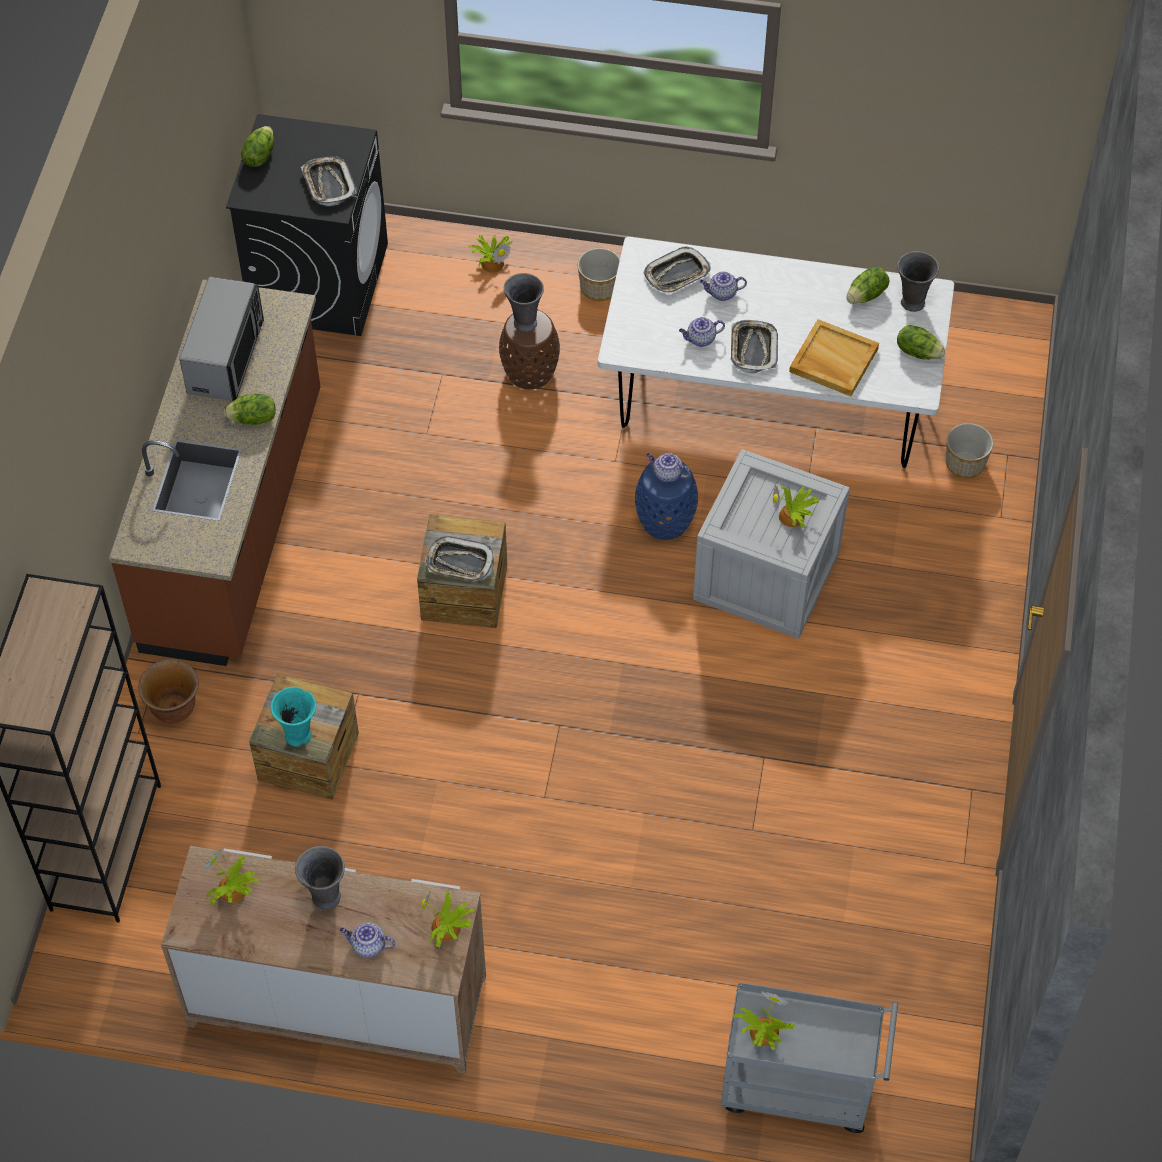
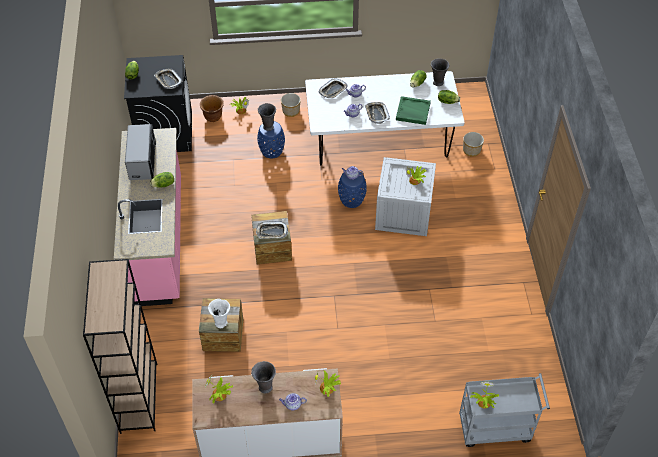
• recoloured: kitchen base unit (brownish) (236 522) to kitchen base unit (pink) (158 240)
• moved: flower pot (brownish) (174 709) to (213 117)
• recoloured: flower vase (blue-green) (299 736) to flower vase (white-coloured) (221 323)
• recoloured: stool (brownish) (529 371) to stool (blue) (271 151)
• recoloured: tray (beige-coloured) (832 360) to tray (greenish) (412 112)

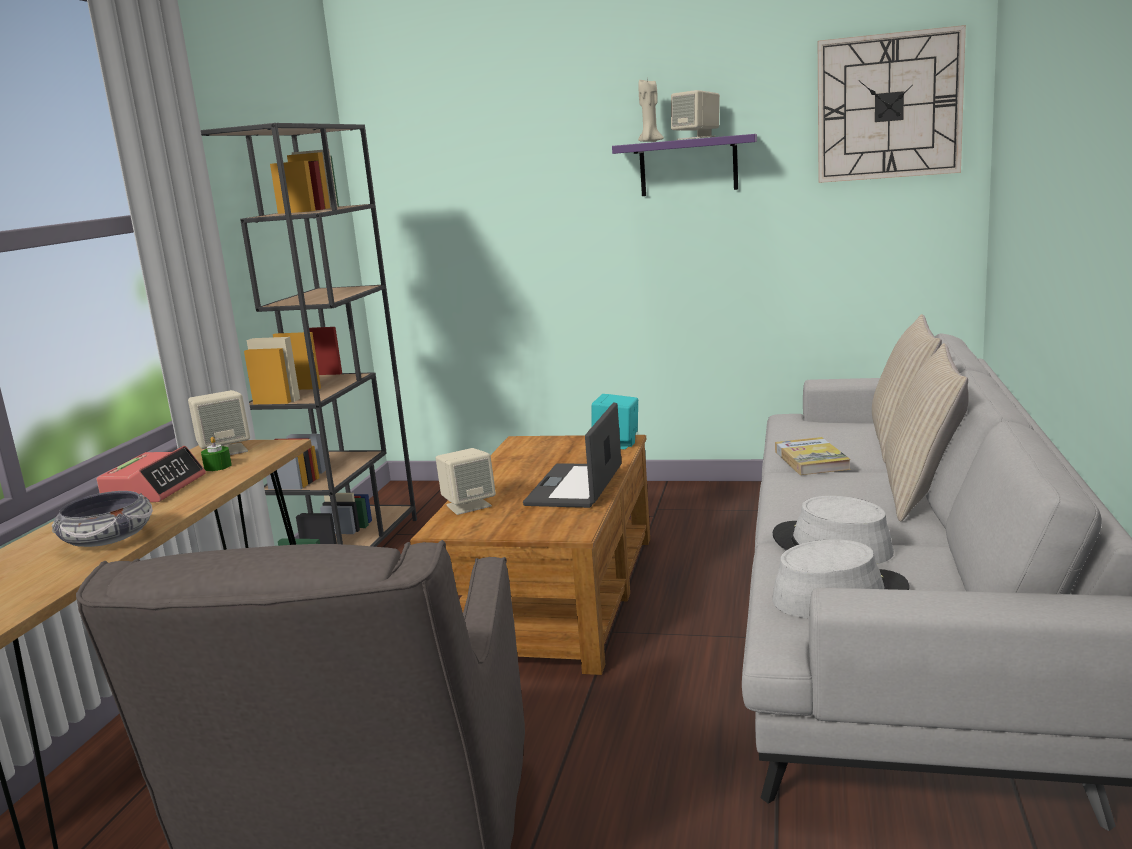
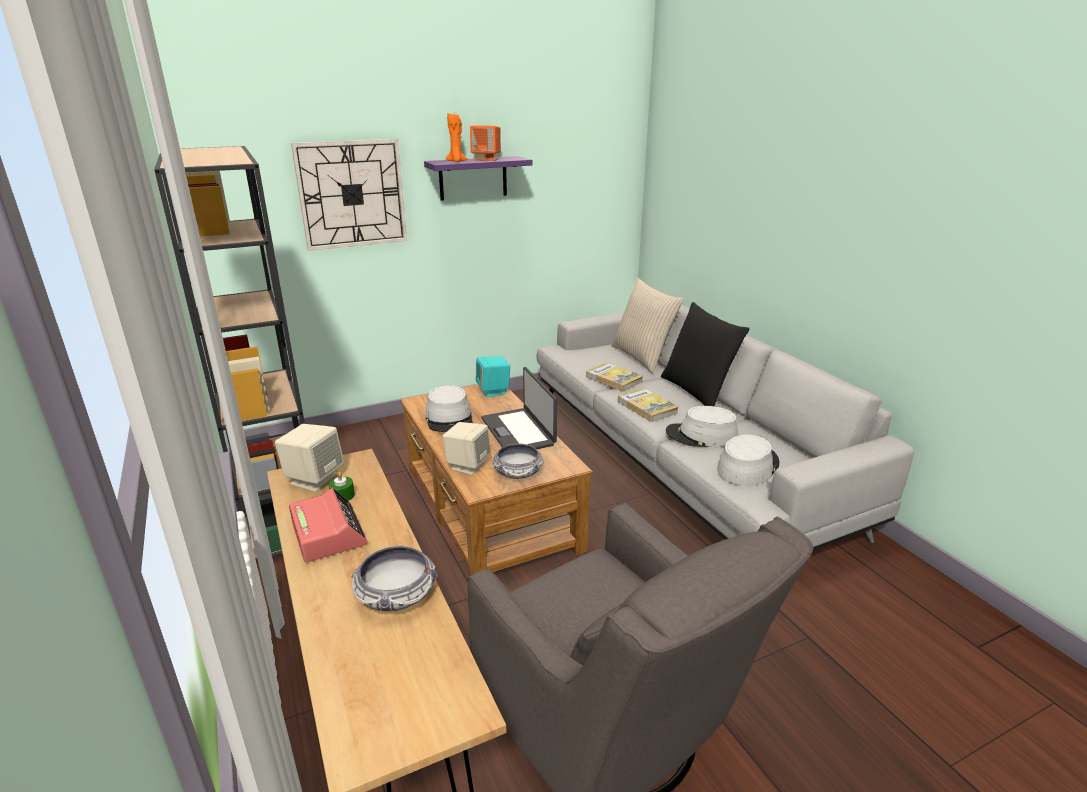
• recoloured: wax light (beige-coloured) (650 142) to wax light (orangey) (456 161)
• recoloured: speaker (beige-coloured) (696 138) to speaker (orangey) (486 159)
• moved: clock on the wall (888 107) to (352 194)
• recoloured: pillow (beige-coloured) (921 494) to pillow (black) (697 391)
• added: wearable hat (grey) (449 418)
• added: bowl (518 472)
• added: book (647 407)

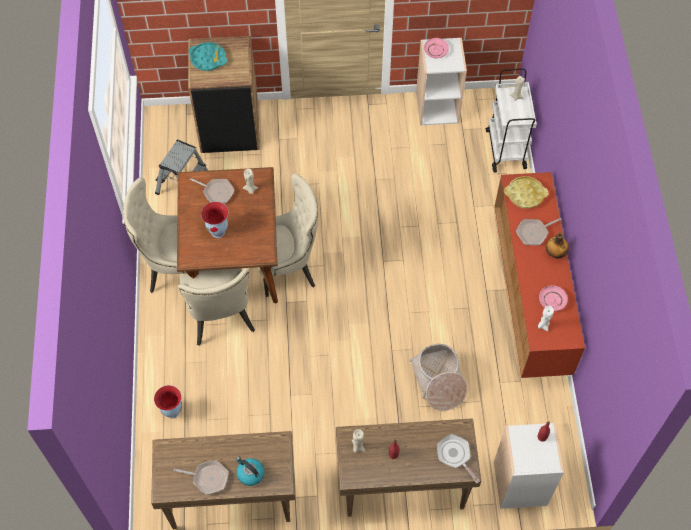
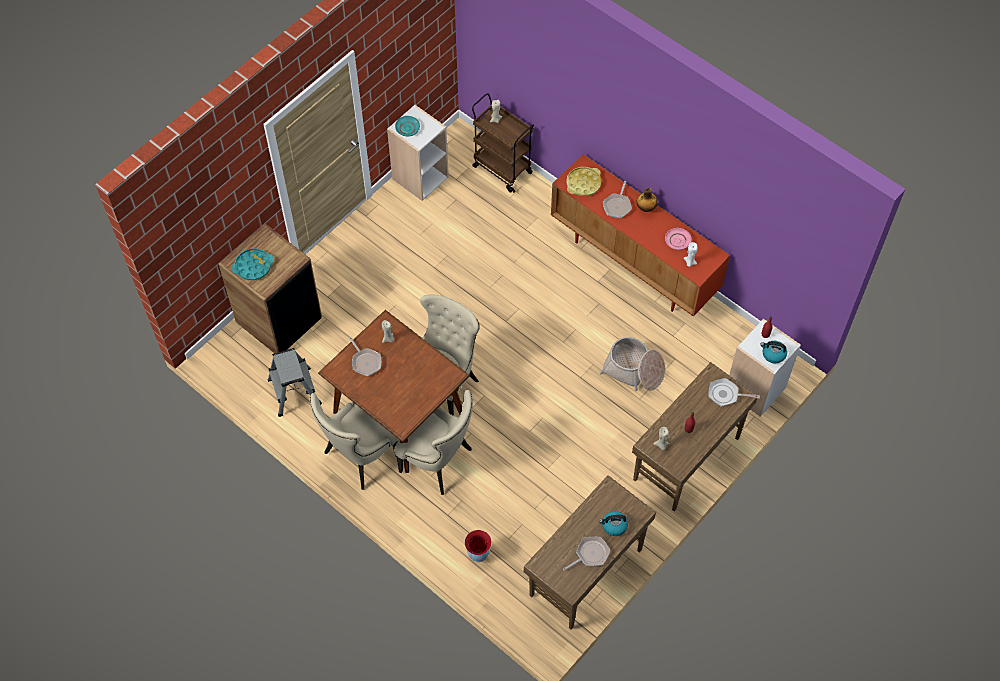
• turned: pan (216 192) = (365 362) 75 degrees clockwise
• removed: flower vase (218 232)
• recoloured: flat dish (pink) (436 50) to flat dish (blue-green) (407 128)
• recoloured: wheeled cart (white-coloured) (505 149) to wheeled cart (brownish) (502 170)
• added: tea kettle (773 354)

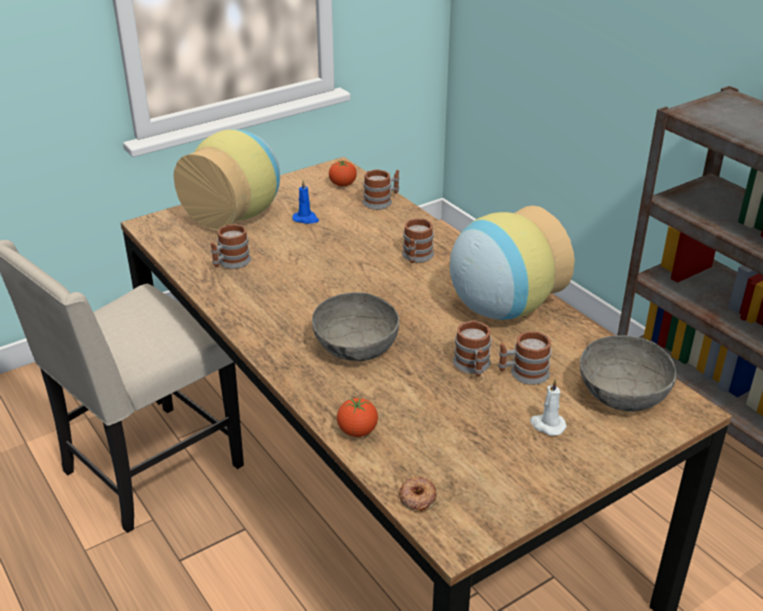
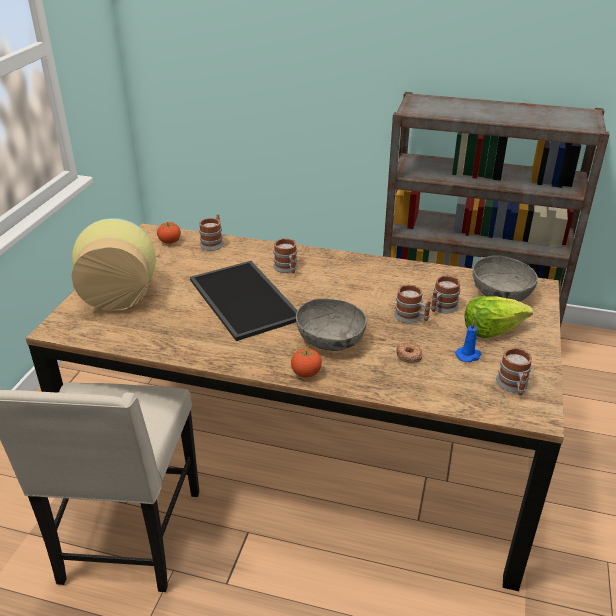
• moved: mug (230 263) to (513 386)
• moved: wax light (blue) (306 219) to (468 355)
• moved: fresh tomato (357 431) to (306 373)
• moved: donut (417 497) to (408 355)
• removed: flower vase (500 308)
• replaced: wax light (white-coloured) (547 425) to lettuce head (492 329)
• added: tray (246 299)

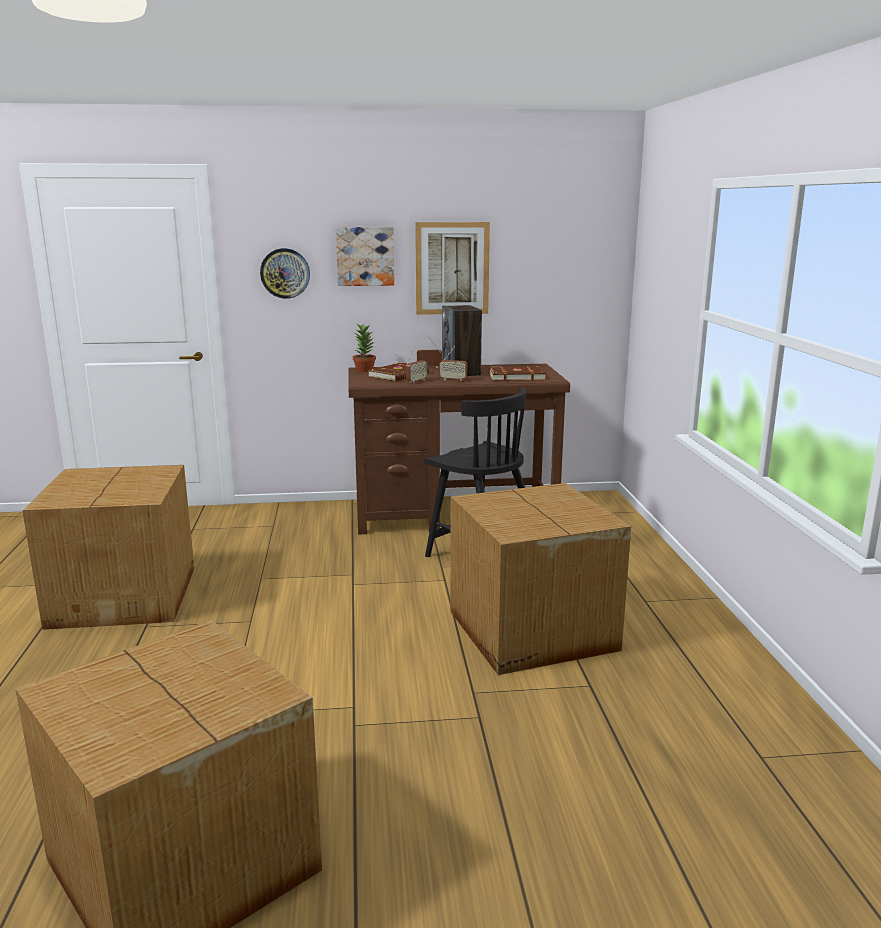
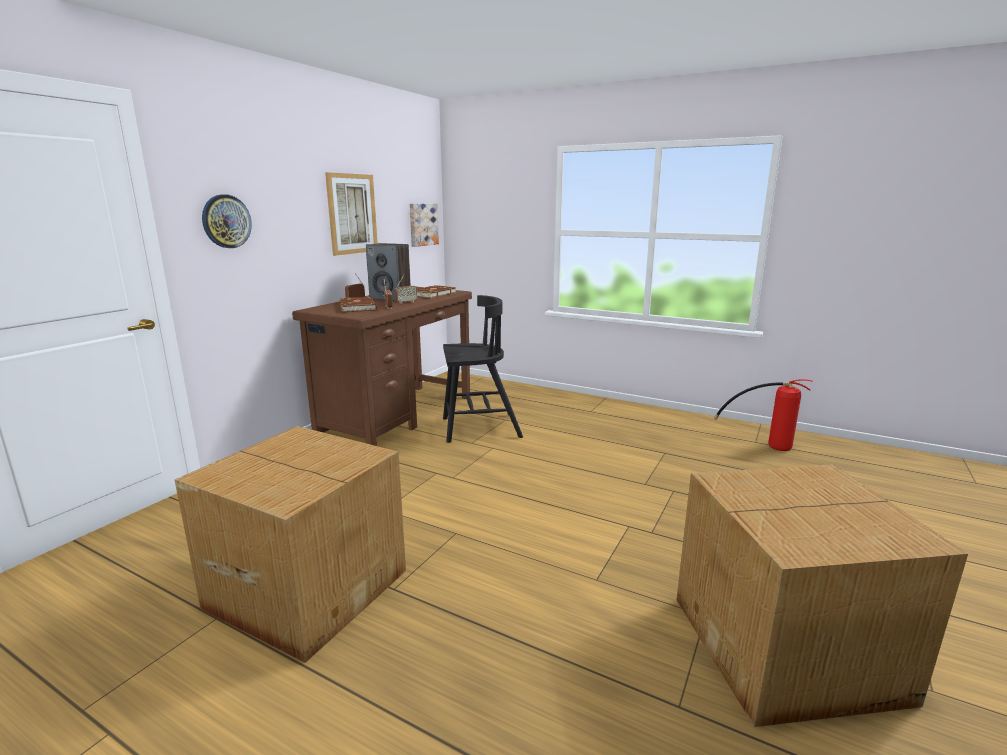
• moved: wall picture (365 256) to (422 224)
• removed: plant in a pot (364 370)
• removed: cardboard box (530 631)
• added: extinguisher (765 445)

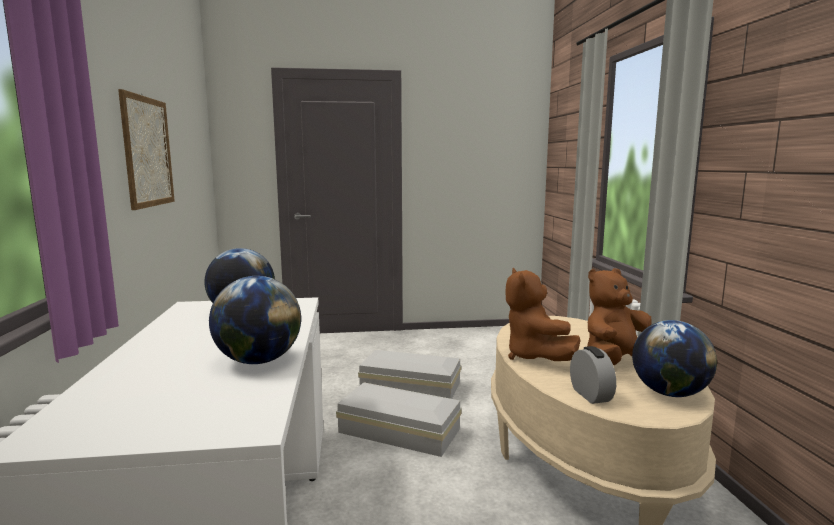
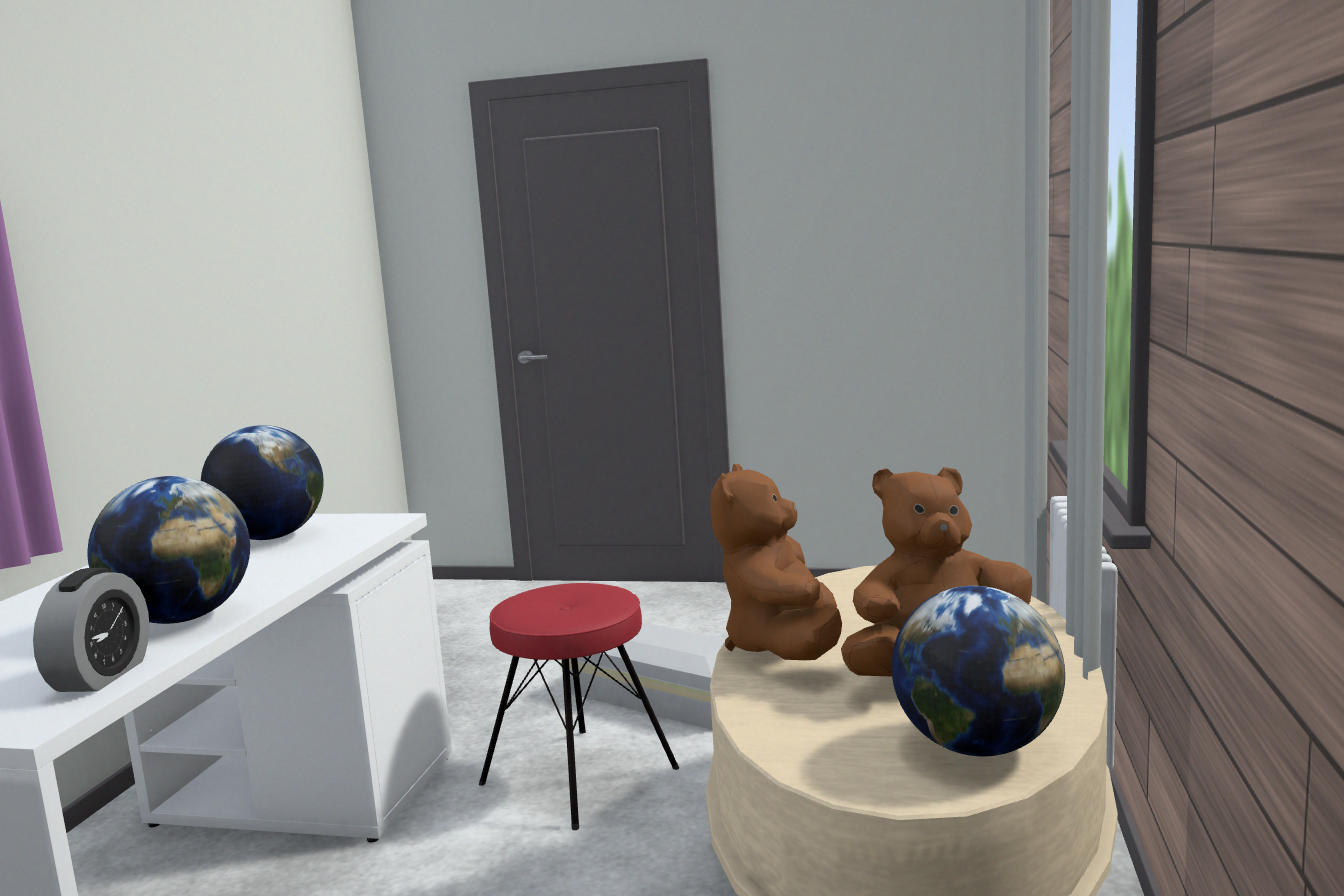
• removed: wall picture (147 150)
• replaced: storage container (white-coloured) (400 432) to stool (reddish) (579 776)
• moved: bedside clock (590 395) to (101 676)

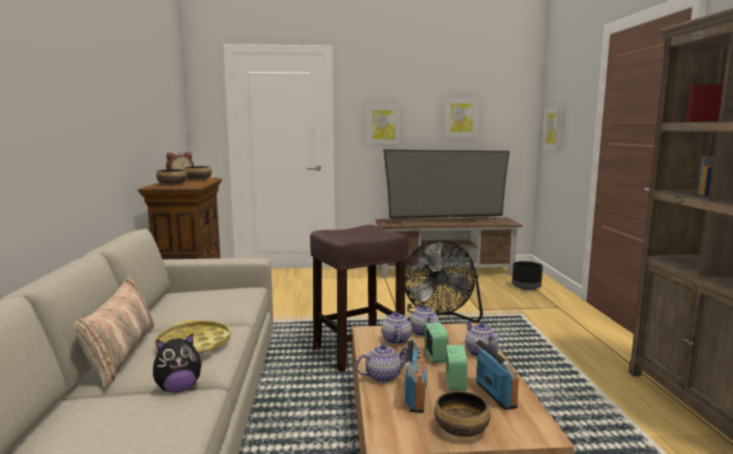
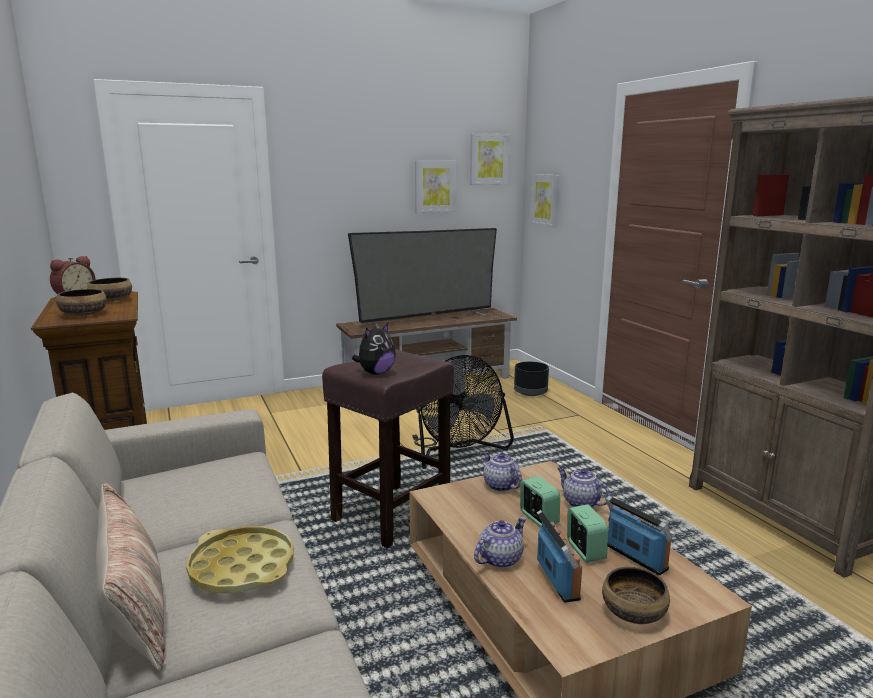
• moved: cuddly toy (178 388) to (376 373)
• moved: wall picture (383 124) to (489 159)
• removed: tea pot (395 340)

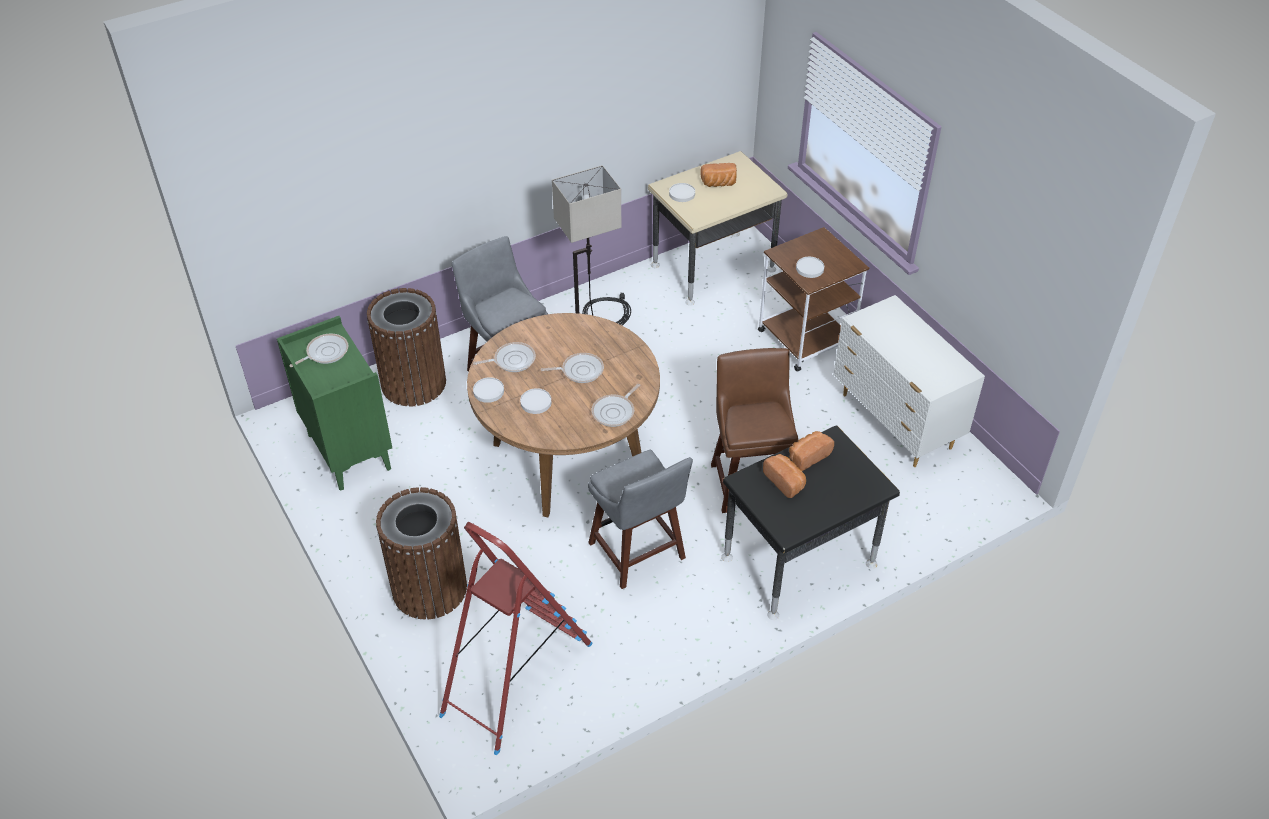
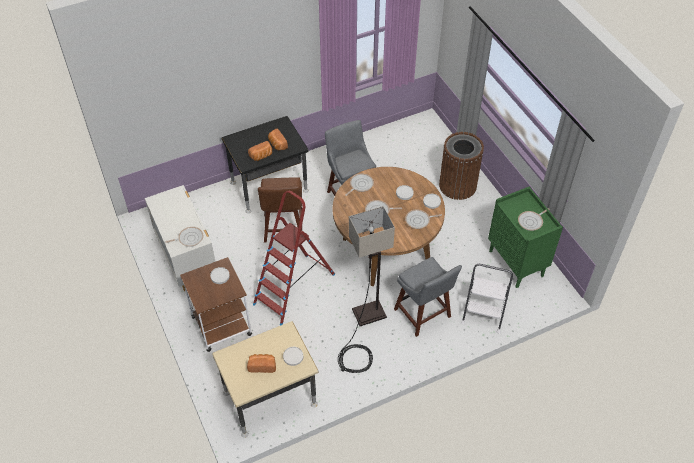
• replaced: trash can (brownish) (413 383) to step ladder (white-coloured) (485 309)
• moved: step ladder (reddish) (517 678) to (294 289)
• added: pan (189 238)

